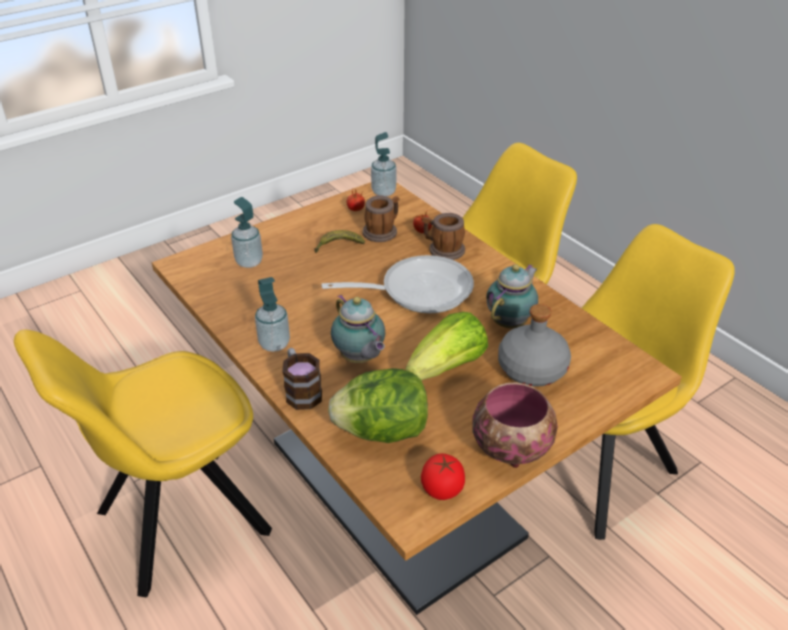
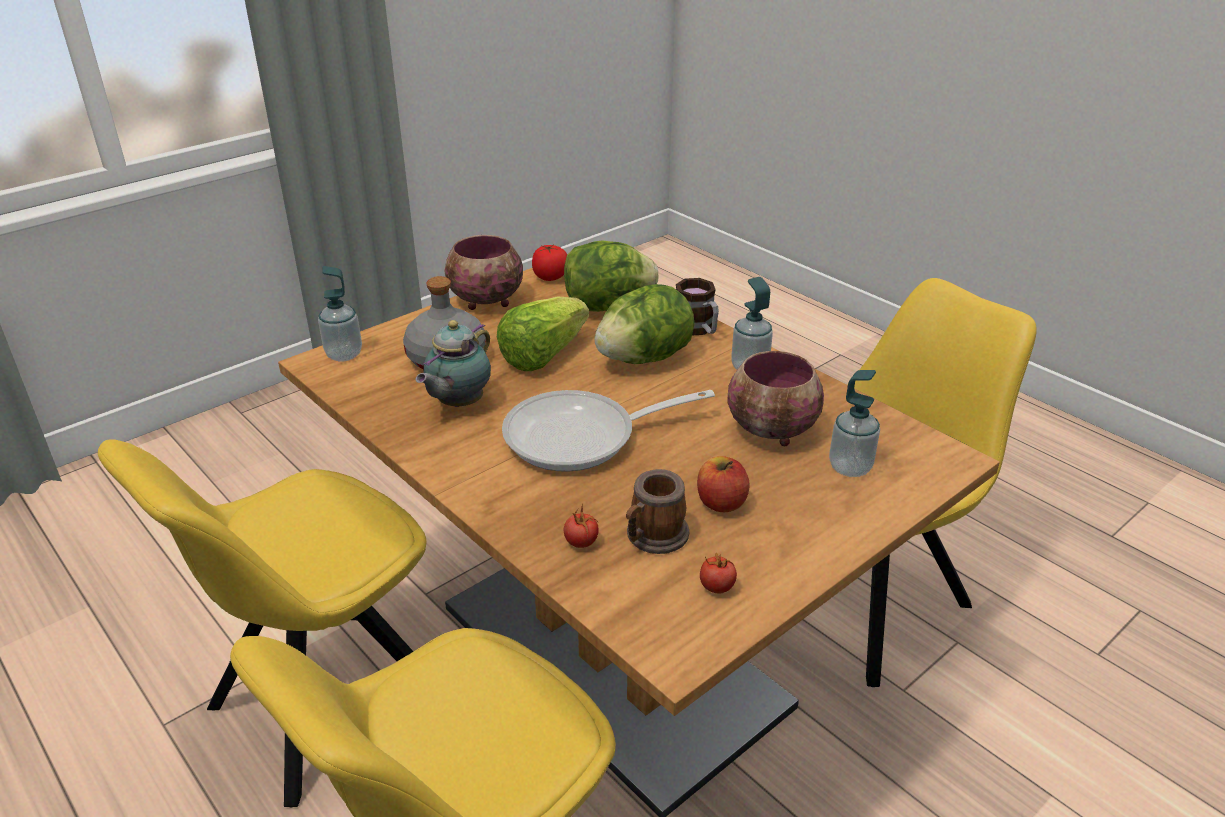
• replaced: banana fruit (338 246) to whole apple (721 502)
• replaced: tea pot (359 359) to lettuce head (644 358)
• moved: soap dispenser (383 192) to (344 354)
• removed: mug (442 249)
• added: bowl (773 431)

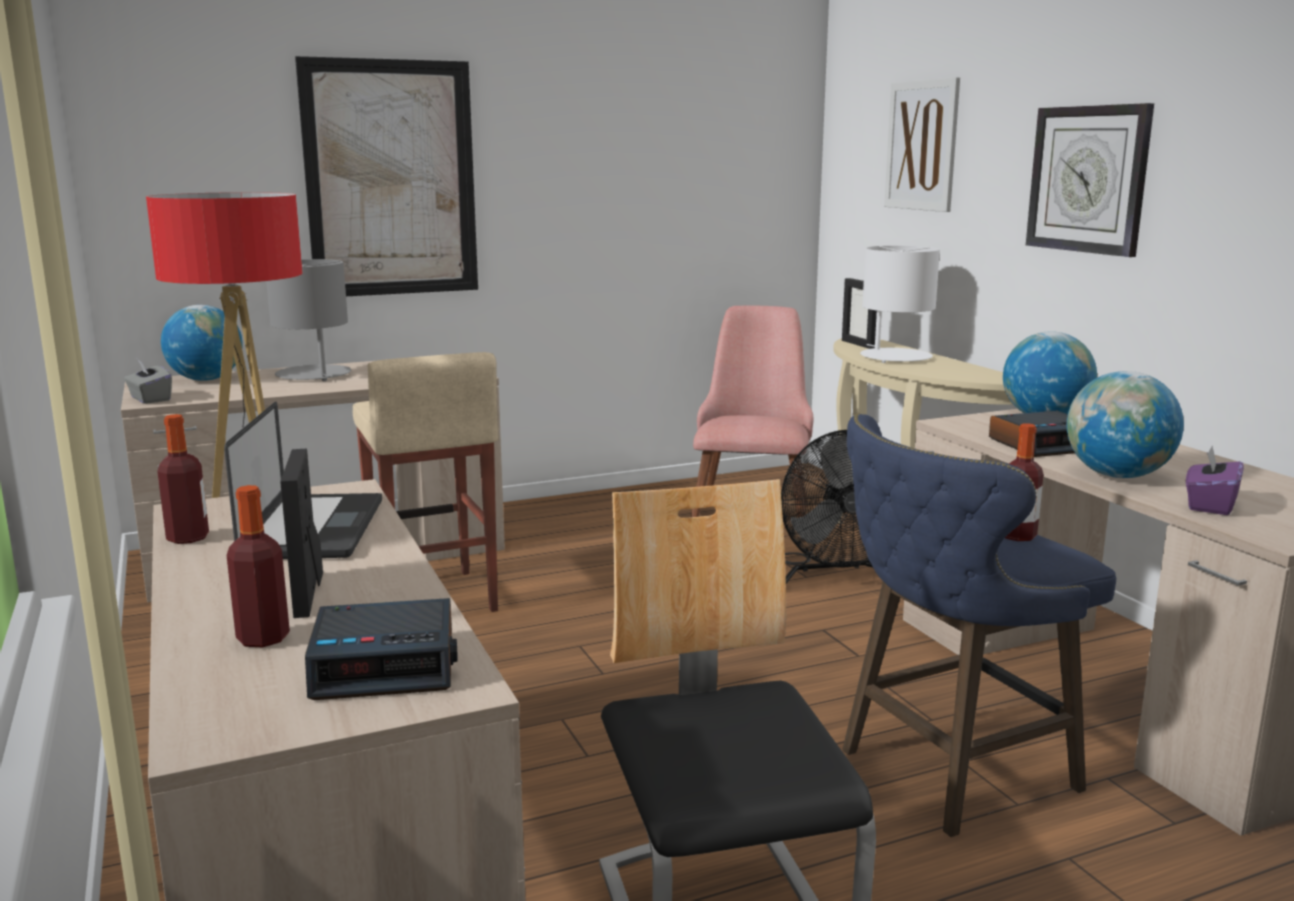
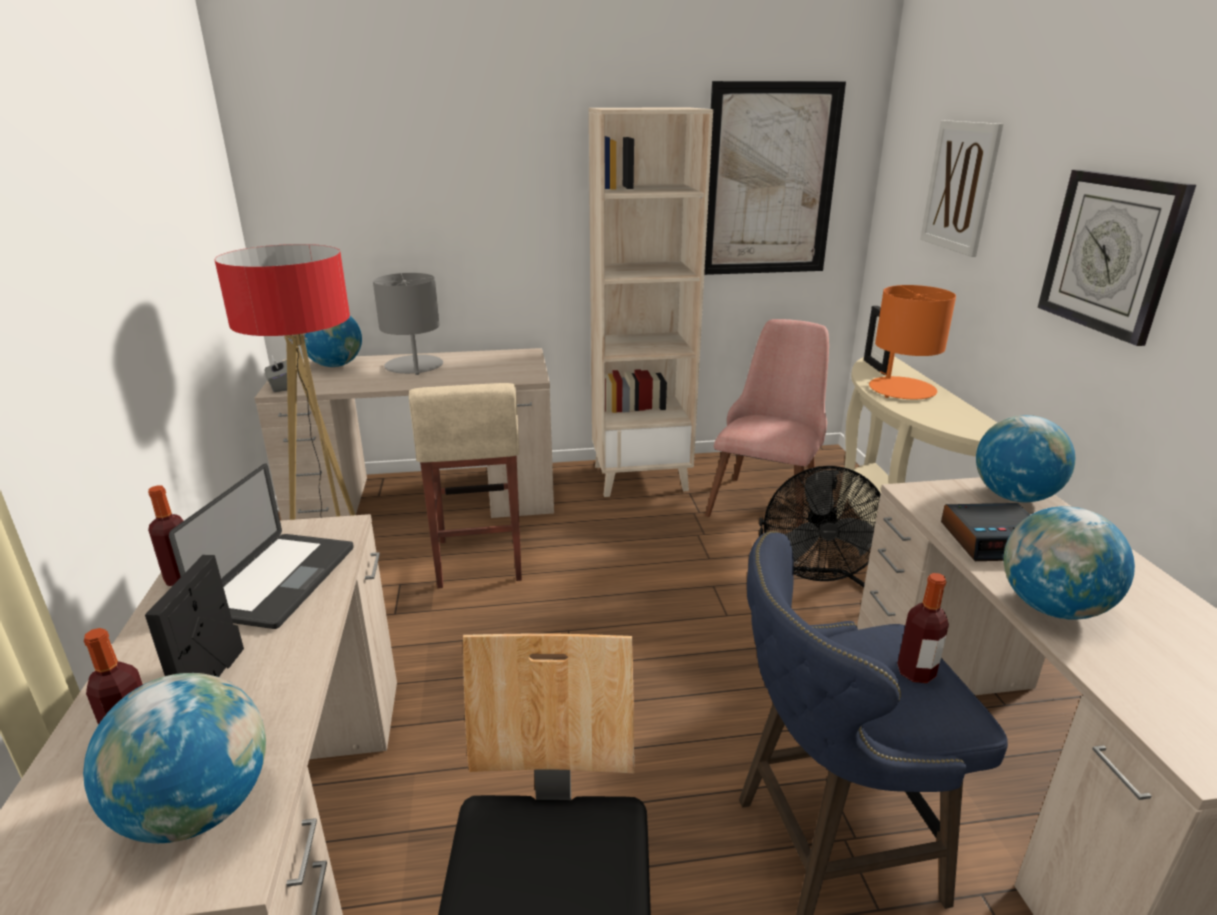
• moved: wall picture (391 179) to (770 181)
• replaced: bedside clock (386 664) to world globe (198 809)
• recoloured: tabletop lamp (white-coloured) (895 357) to tabletop lamp (orangey) (901 389)
• removed: tissue holder (purple-coloured) (1209 505)
• added: bookcase (beige-coloured) (641 477)

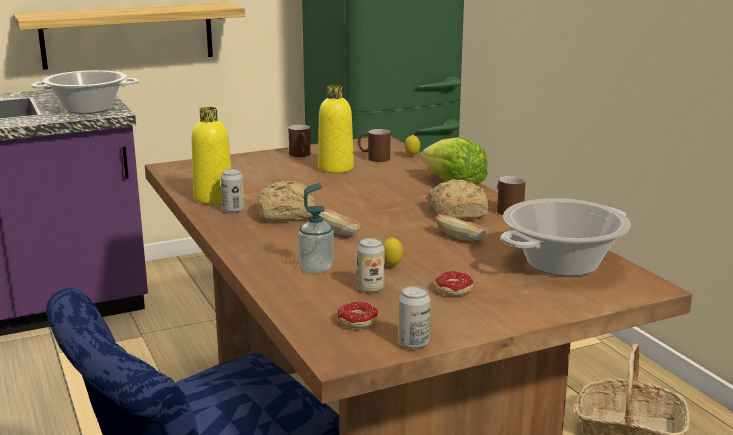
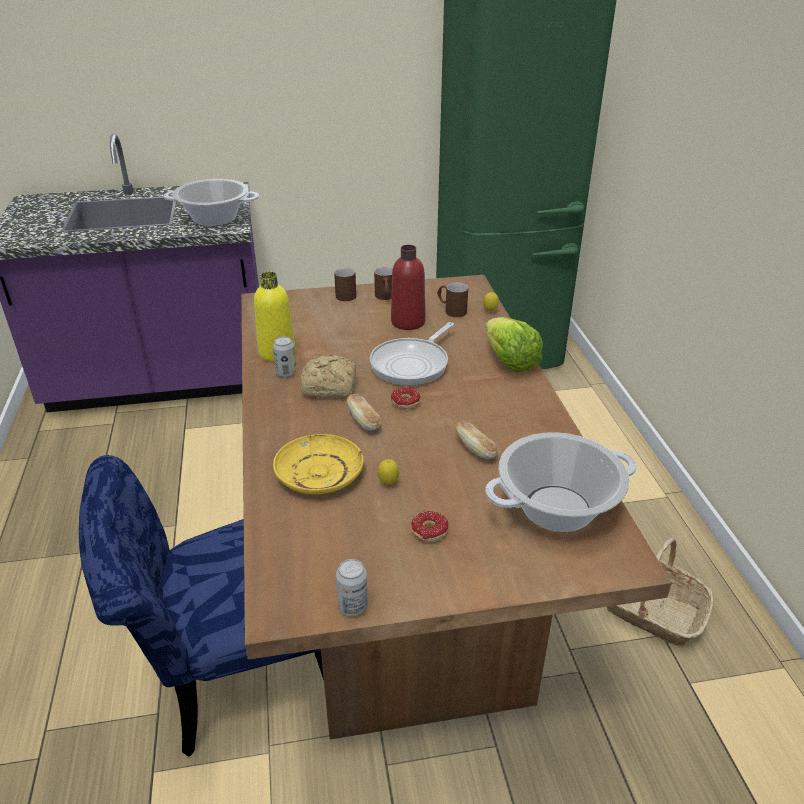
• removed: wall shelf (128 35)
• replaced: soap dispenser (316 268) to flat dish (yellowish) (318 474)
• recoloured: bottle (yellowish) (335 168) to bottle (reddish) (408 322)
• moved: donut (354 325) to (402 405)
• removed: sealed can (370 288)
• removed: bread (458 212)
• moved: mug (brownish) (507 209) to (346 294)
• added: pan (412 364)

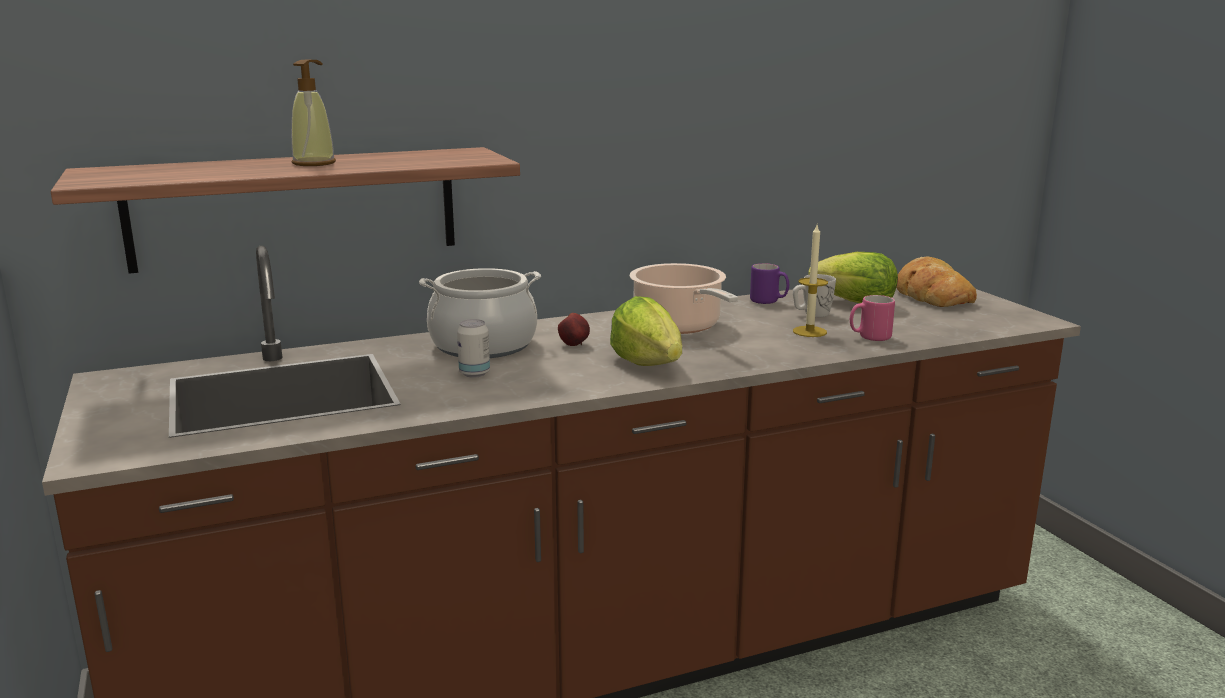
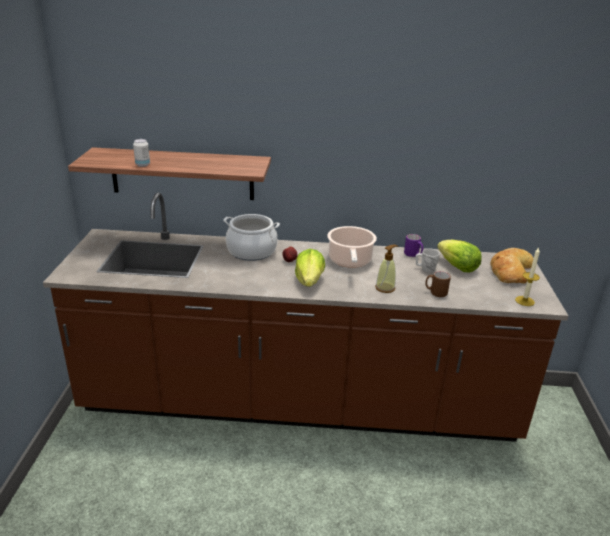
• moved: soap dispenser (314 163) to (385 288)
• moved: sealed can (474 373) to (142 165)
• moved: wax light (809 331) to (524 301)
• recoloured: mug (pink) (869 337) to mug (brownish) (435 293)

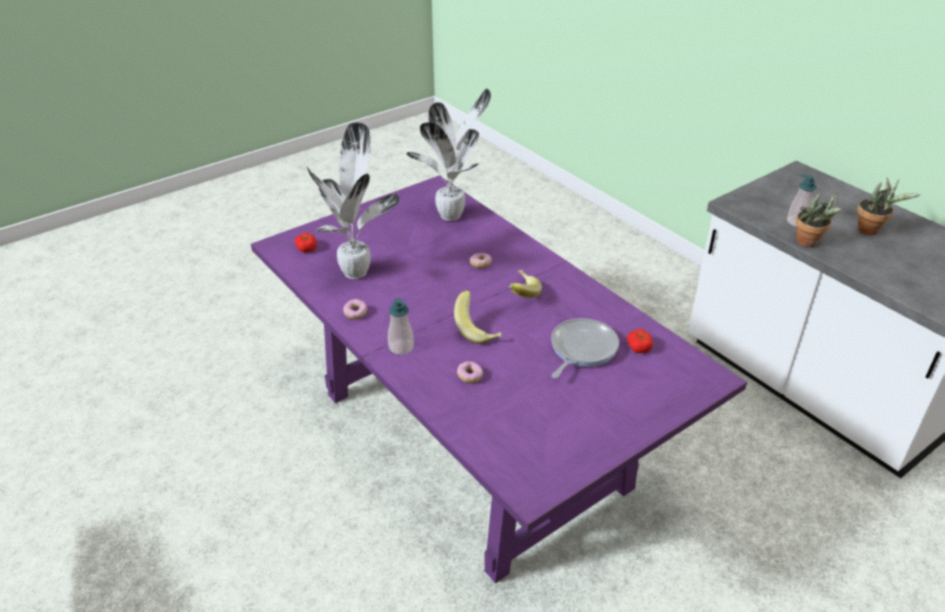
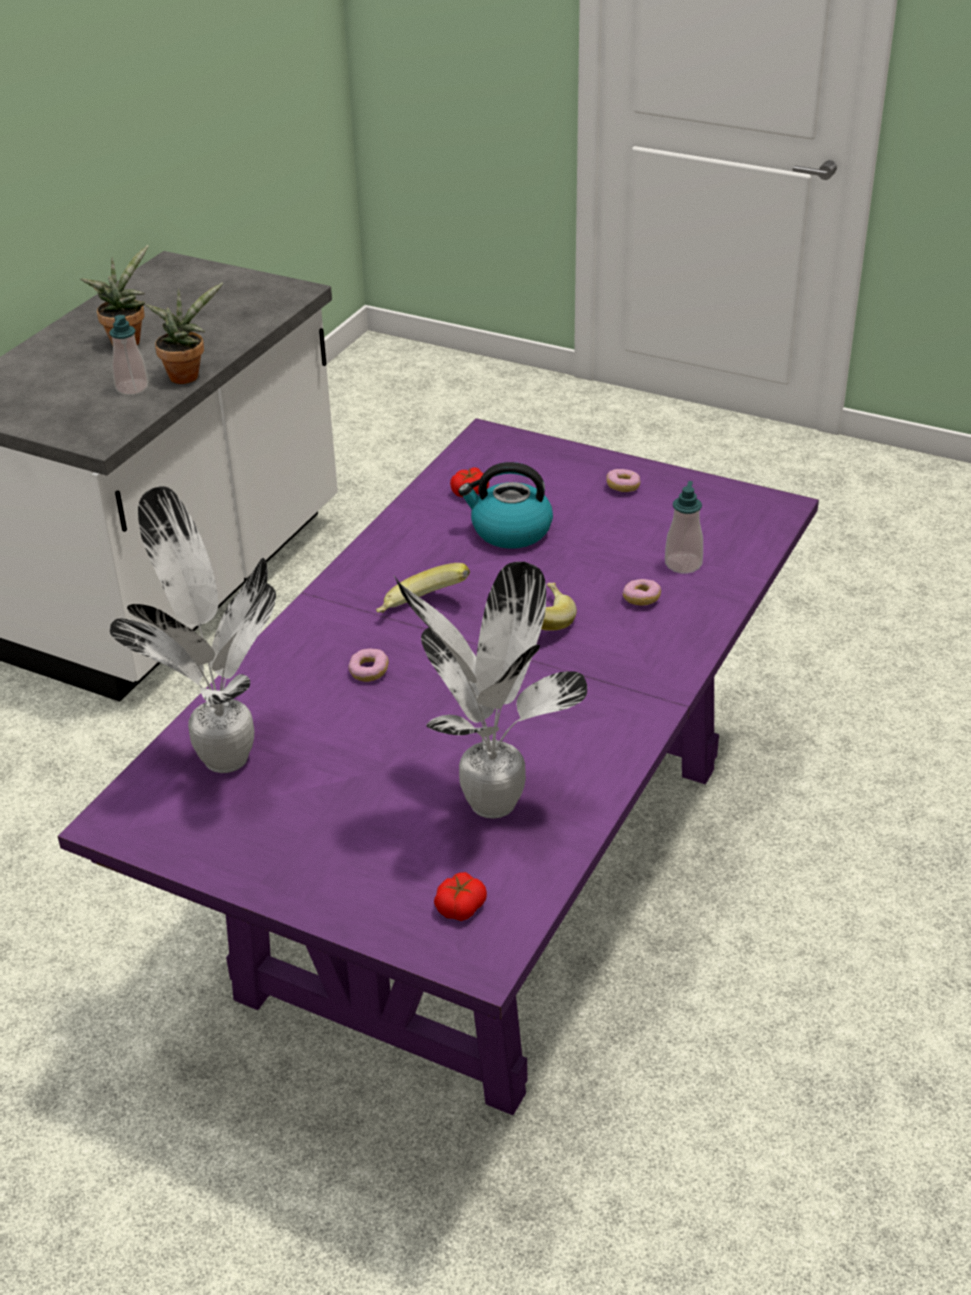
• moved: donut (355 313) to (623 487)
• moved: soap dispenser (401 347) to (683 564)
• replaced: pan (581 349) to tea kettle (510 531)

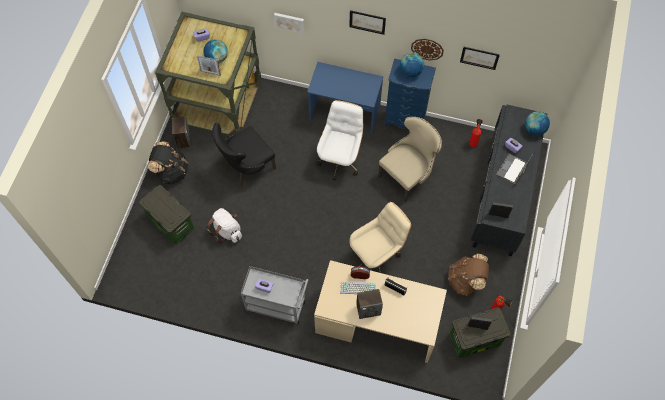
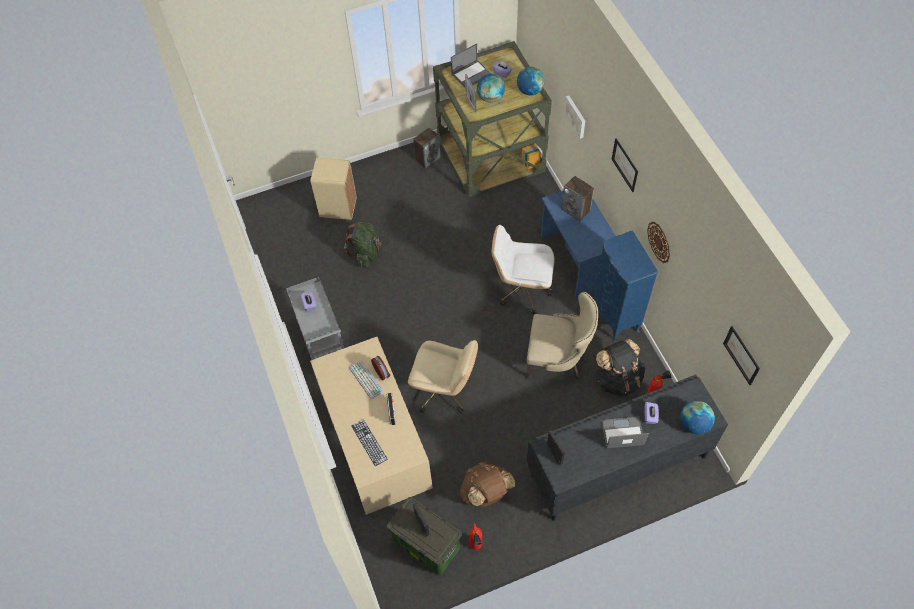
• replaced: storage container (170 223) to trash can (beige-coloured) (338 207)
• moved: rucksack (black) (172 171) to (618 379)
• recoloured: rucksack (white-coloured) (227 231) to rucksack (greenish) (366 253)
• removed: plain chair (black) (247 167)
• turned: computer chair (white-coloured) (340 159) = (521 291) 150 degrees counterclockwise
• moved: speaker (368 309) to (576 210)
• moved: world globe (410 71) to (530 90)
• moved: wall picture (479 57) to (741 355)
• added: computer keyboard (369 442)
• added: notebook computer (471 74)

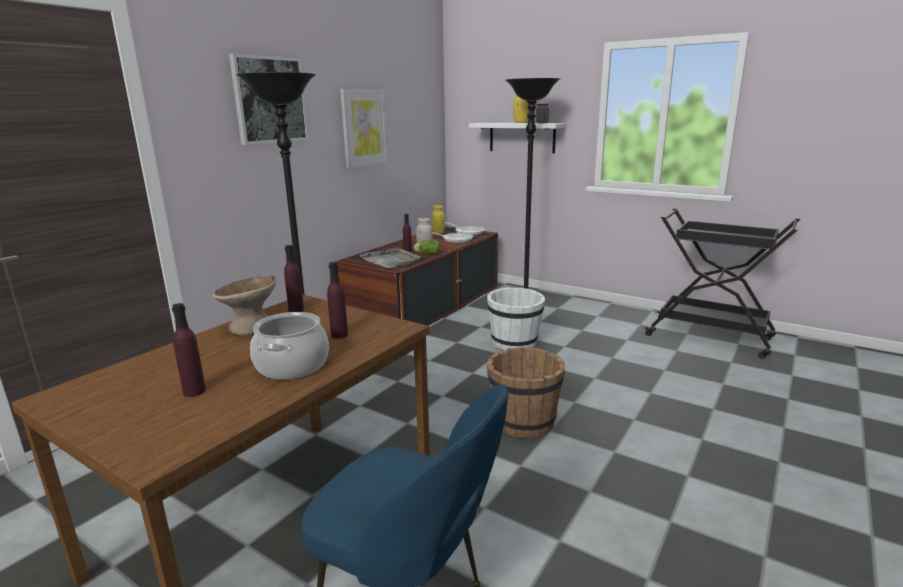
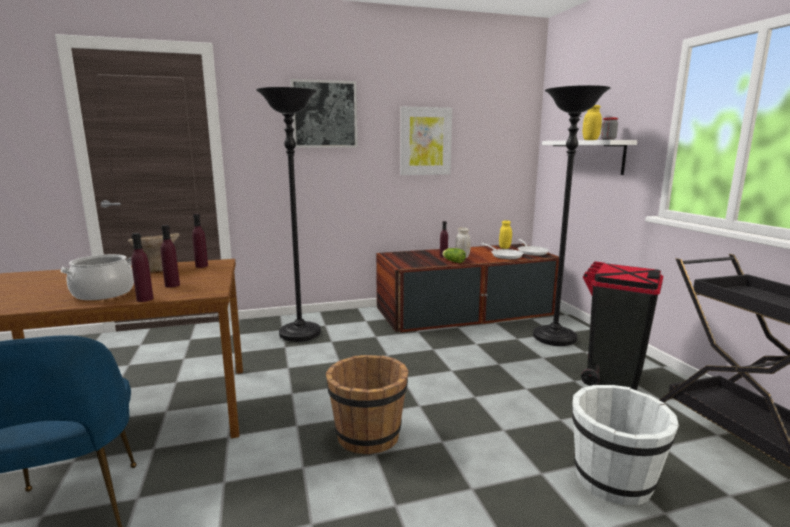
• moved: bottle (purple-coloured) (194 391) to (145 299)
• removed: tray (grey) (391 260)
• moved: bucket (white-coloured) (514 343) to (613 480)
• added: trash can (black) (612 377)

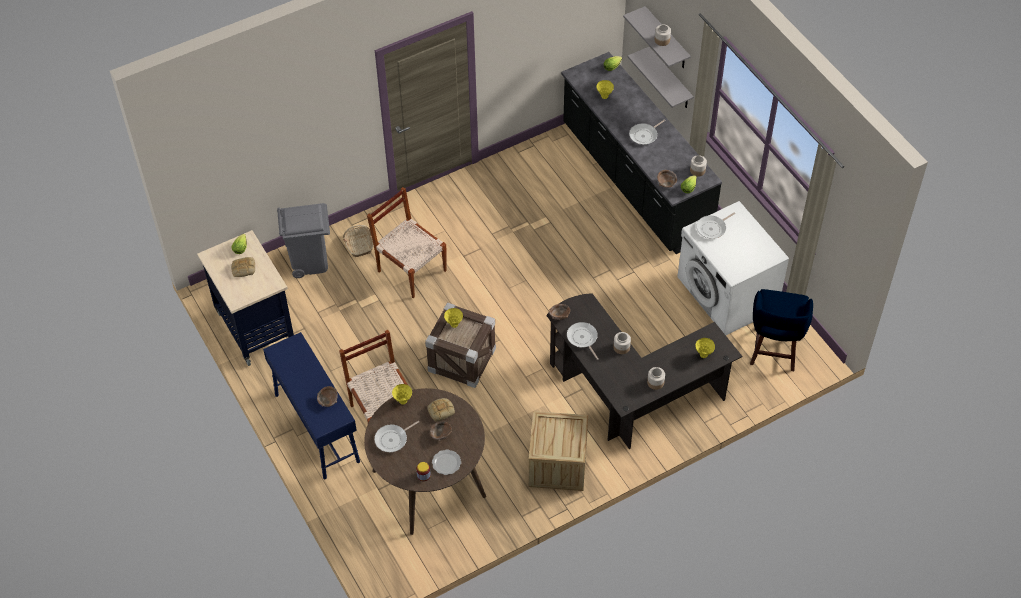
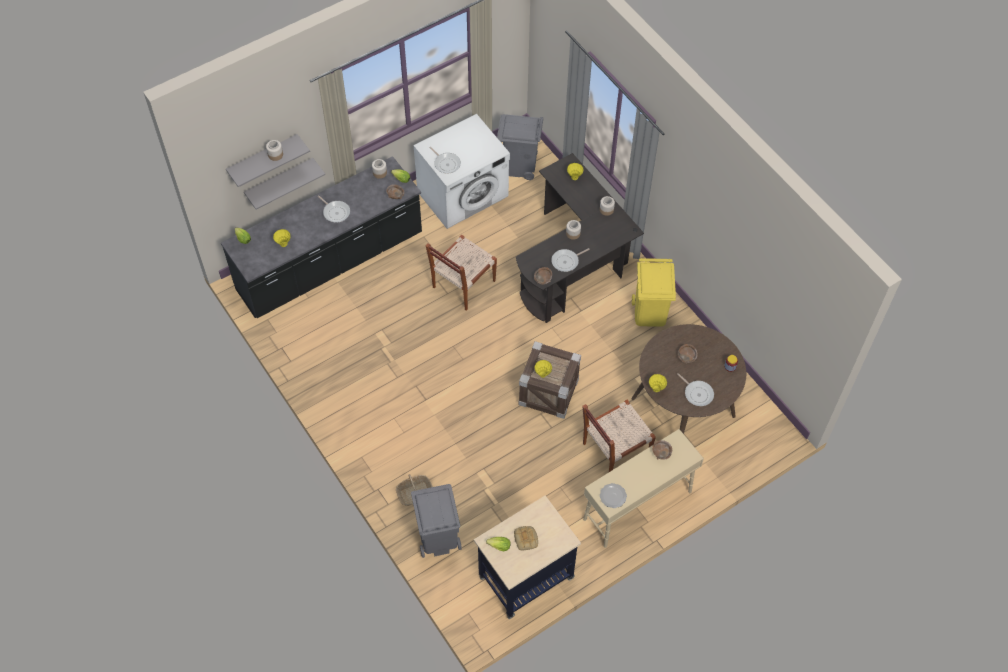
• recoloured: narrow table (blue) (317 428) to narrow table (beige-coloured) (637 505)
• moved: plain chair (411 270) to (462 285)
• removed: bread (441 410)
• moved: flat dish (446 462) to (612 496)
• replaced: crate (557 465) to trash can (yellowish) (650 313)
• replaced: stool (blue) (773 352) to trash can (grey) (519 166)

